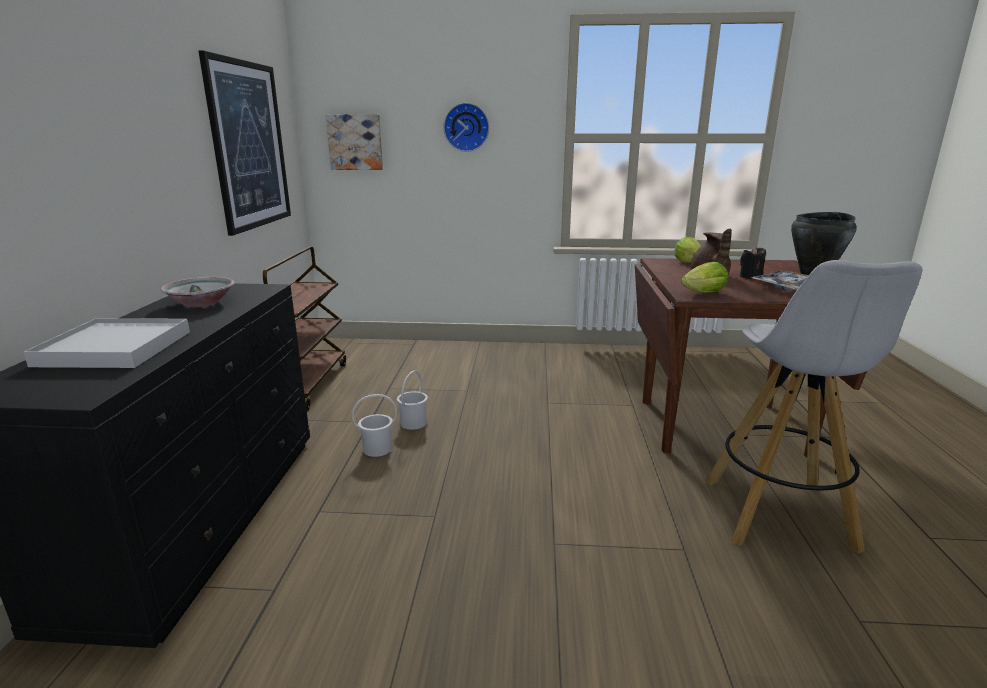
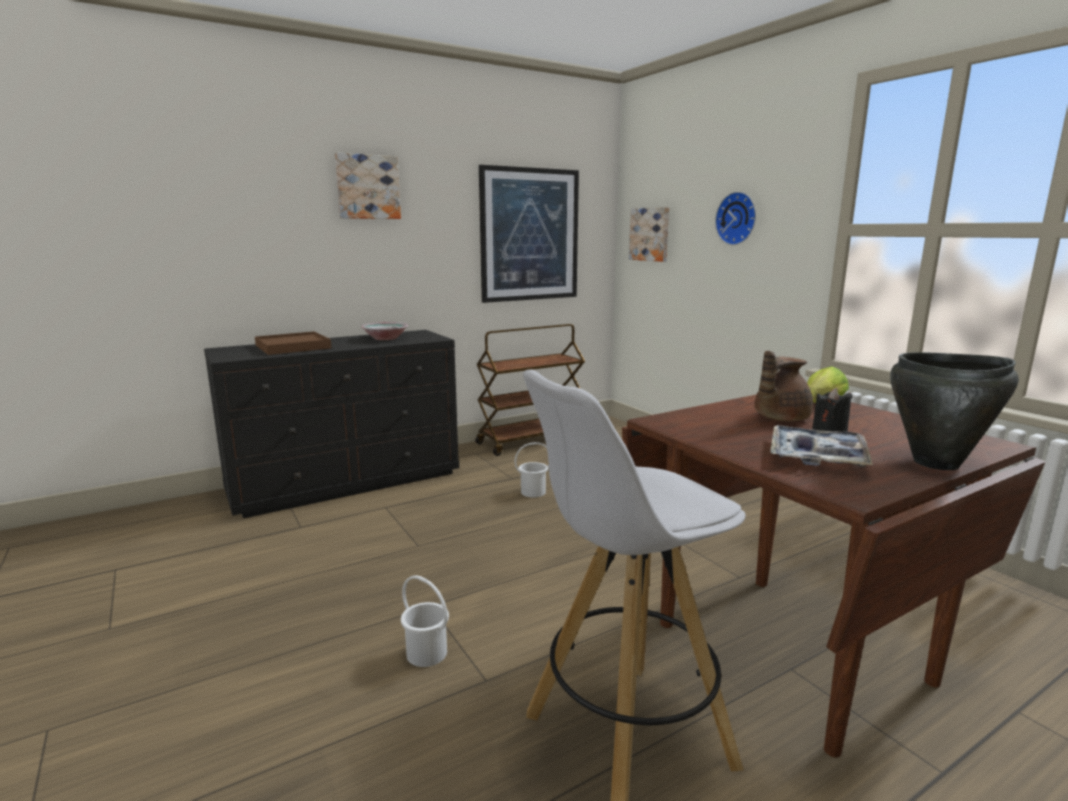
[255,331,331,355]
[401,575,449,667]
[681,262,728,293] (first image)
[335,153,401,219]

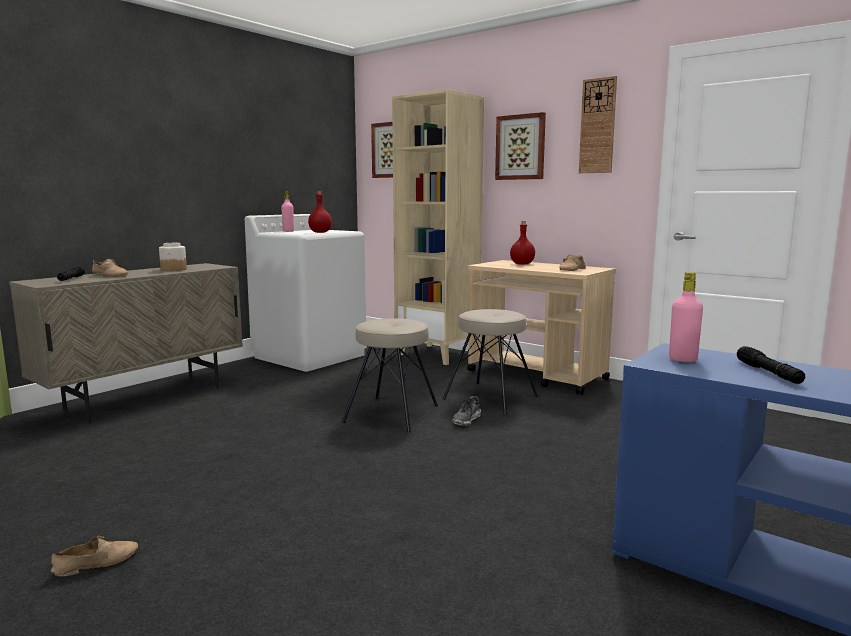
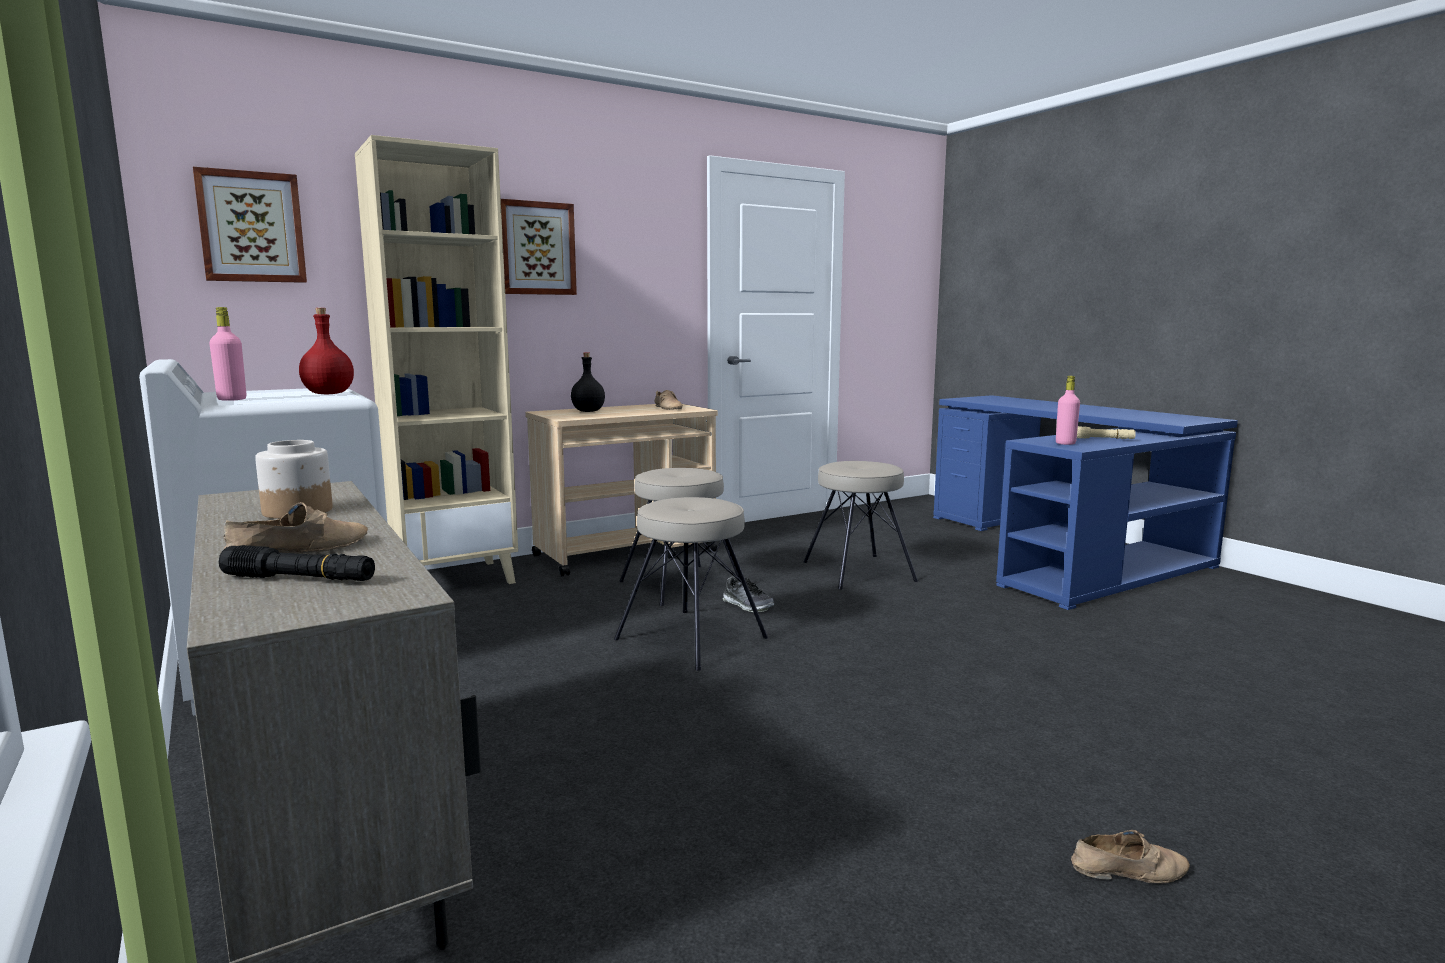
[1071,830,1190,883]
[571,352,605,412]
[579,76,617,173] (first image)
[1077,426,1136,439]
[803,461,918,589]

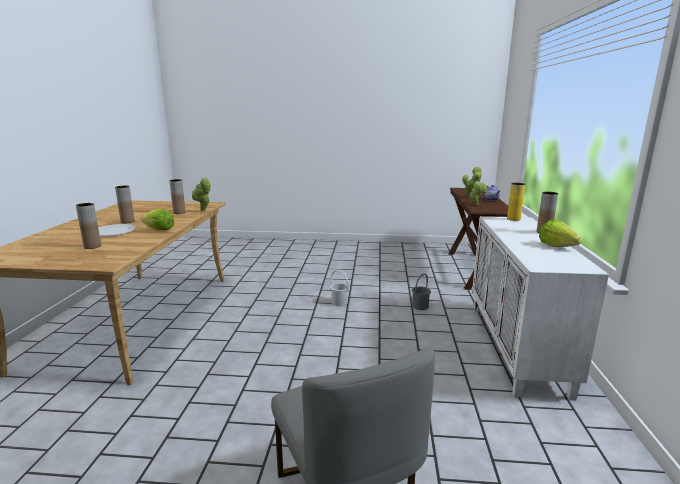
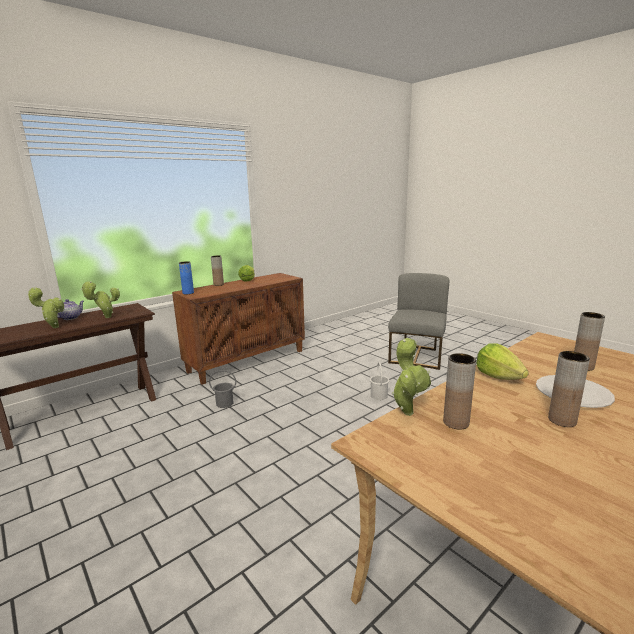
[370,362,390,400]
[172,273,305,385]
[179,261,194,294]

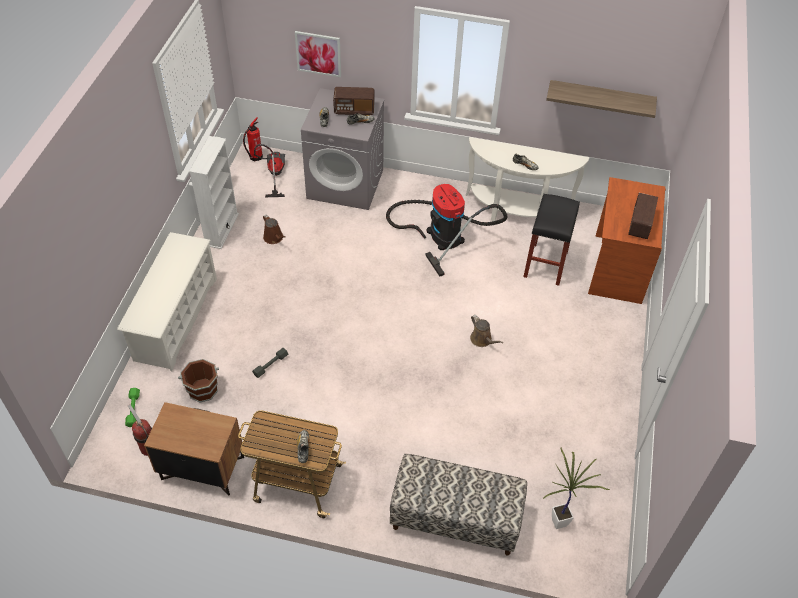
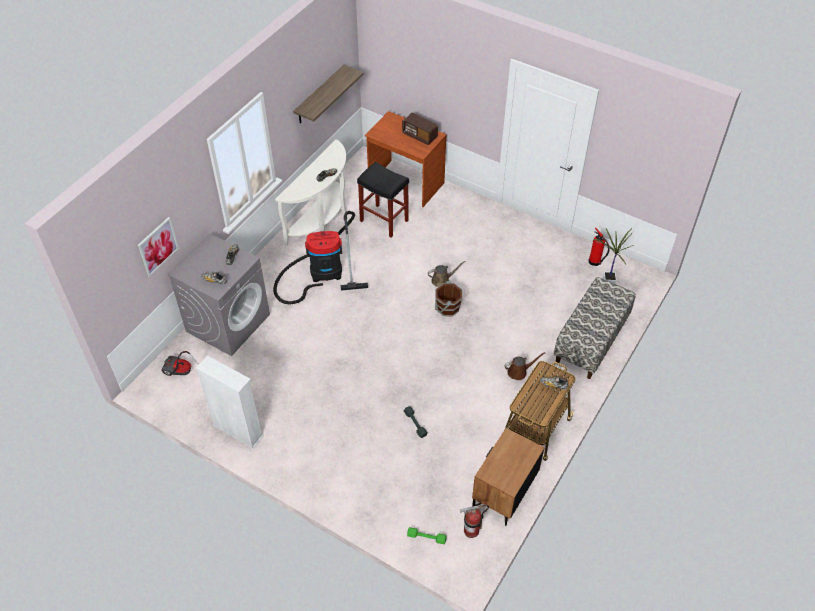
[117,232,217,371] (first image)
[435,281,463,316]
[589,228,610,266]
[504,352,545,380]
[333,87,375,115] (first image)

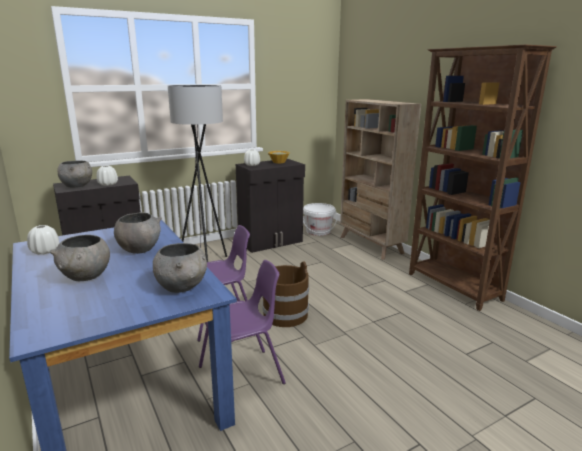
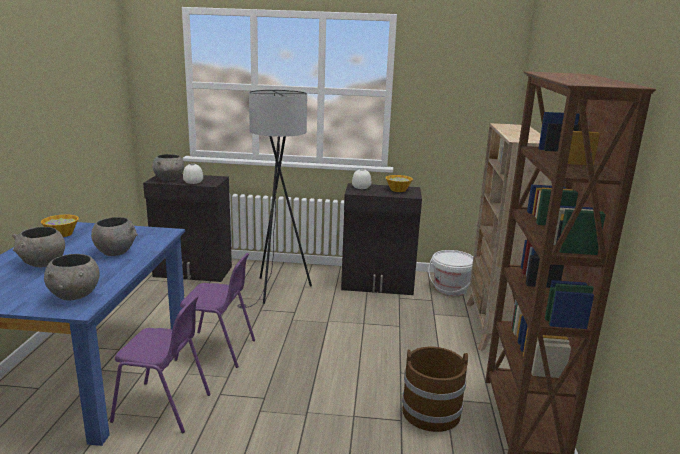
[41,214,79,237]
[402,347,468,432]

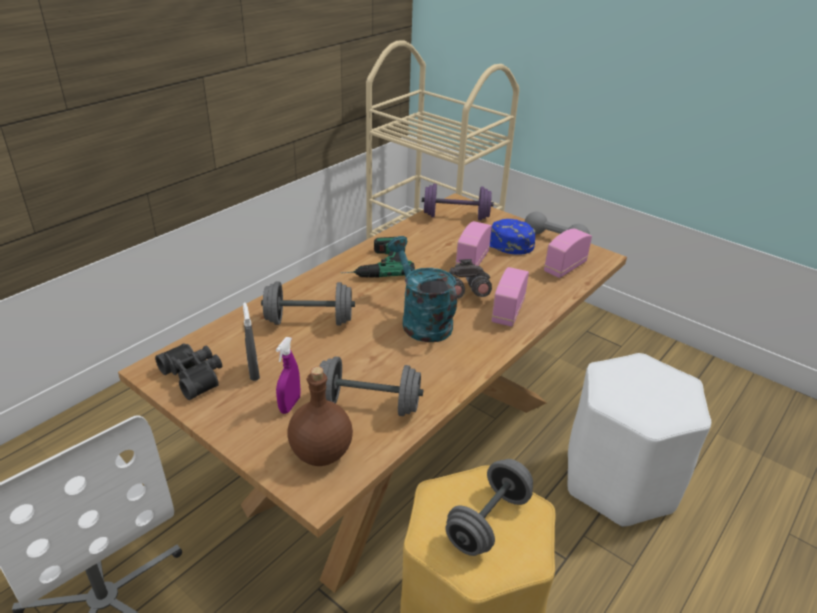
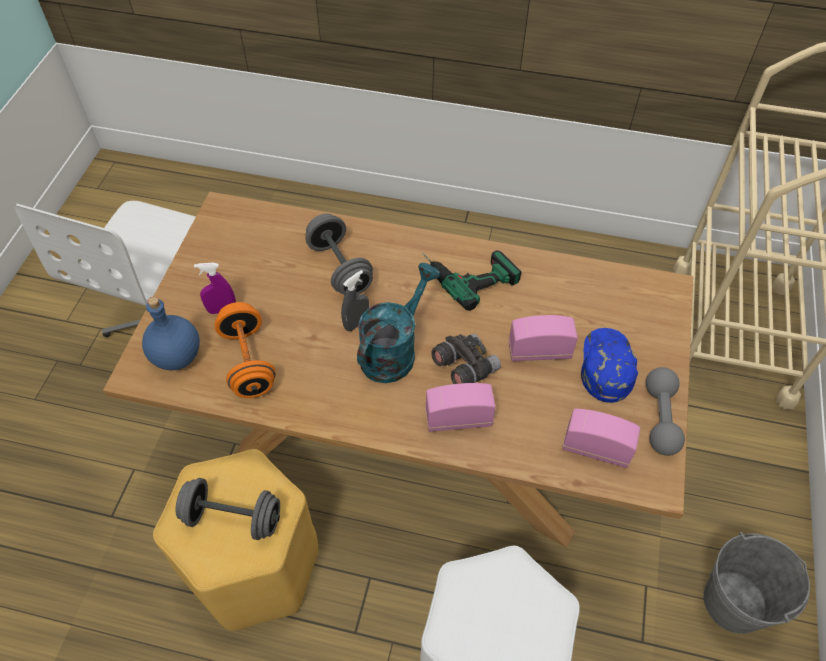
[155,343,222,400] (first image)
[341,270,369,331]
[142,296,200,370]
[214,302,276,398]
[422,184,494,220] (first image)
[703,532,810,634]

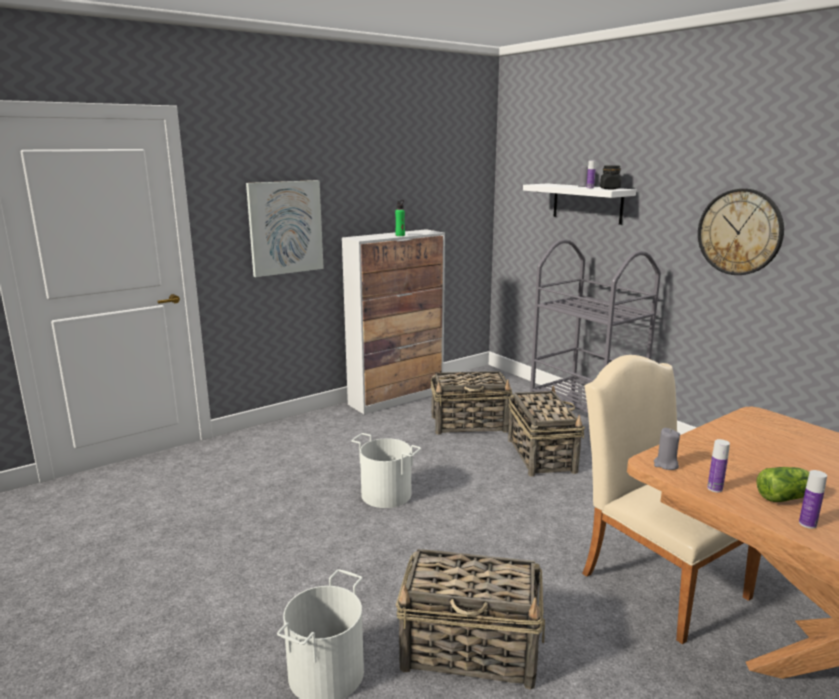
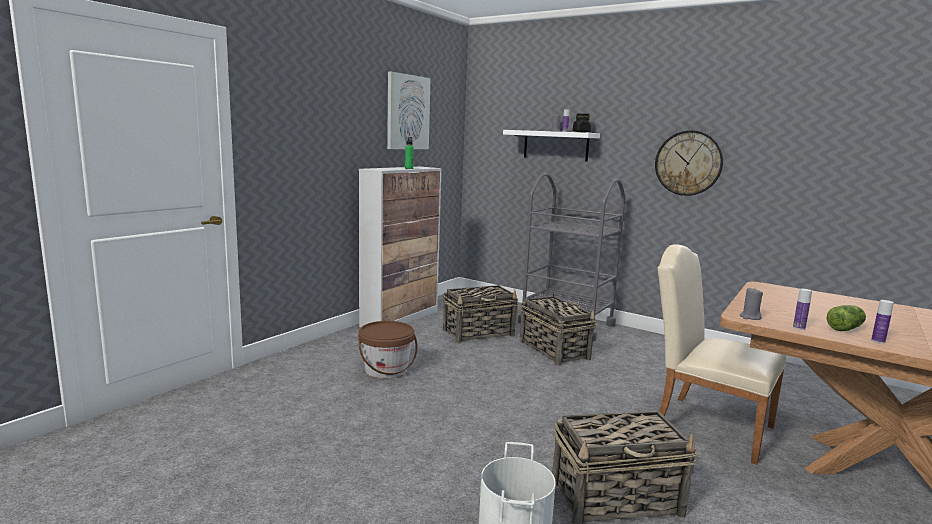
[387,72,431,149]
[351,433,421,508] (first image)
[358,321,418,379]

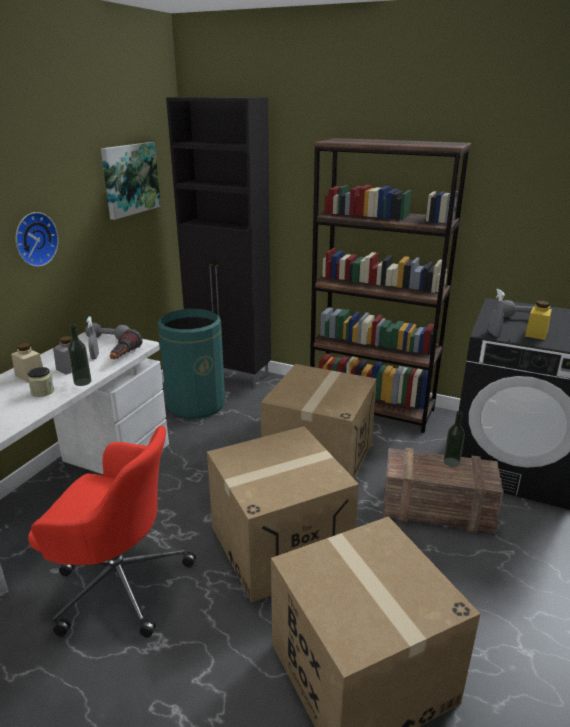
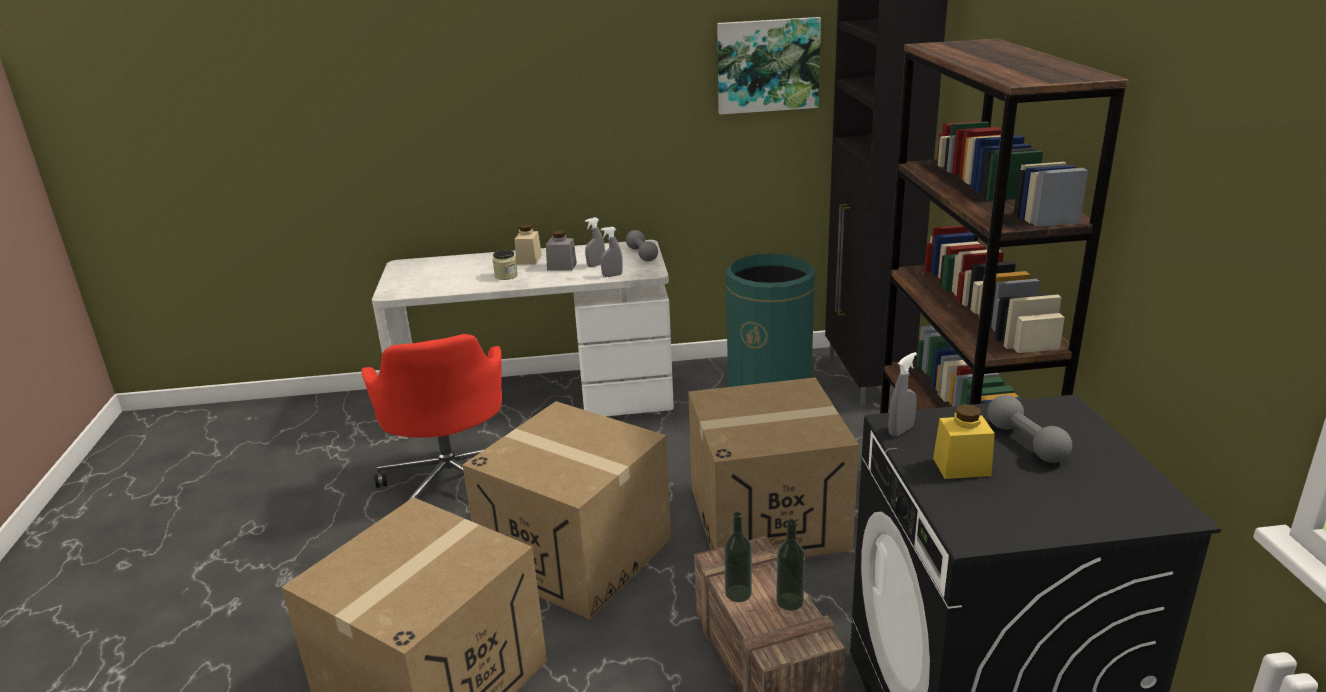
[15,212,59,267] (first image)
[724,512,752,602]
[600,227,623,277]

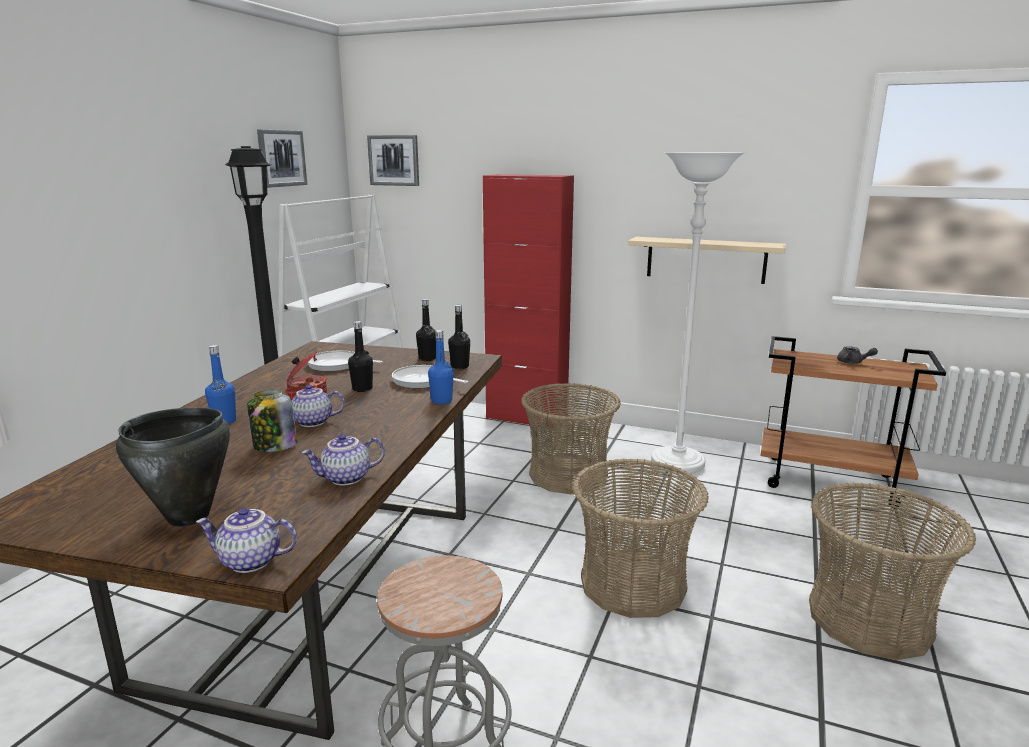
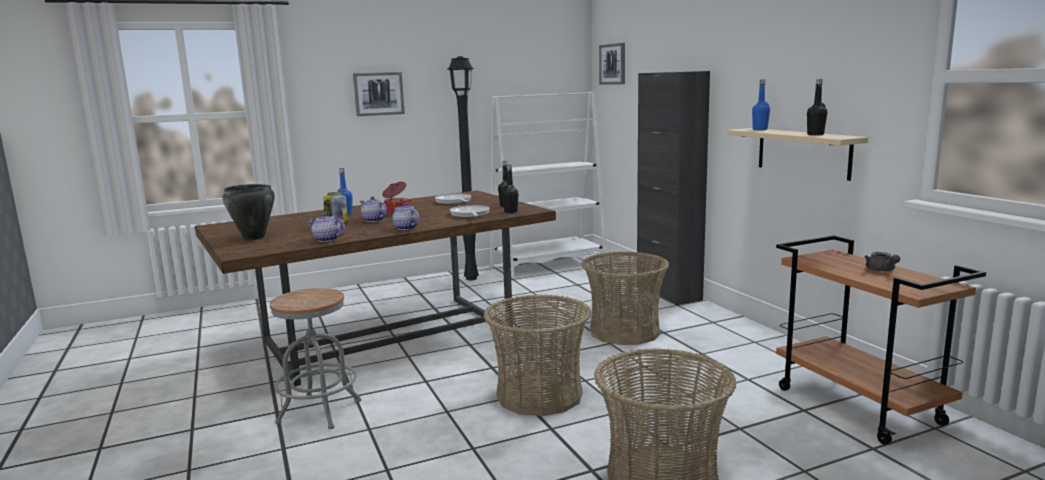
[393,203,419,230]
[353,72,405,116]
[807,79,828,136]
[752,79,770,130]
[637,71,710,305]
[651,152,745,474] (first image)

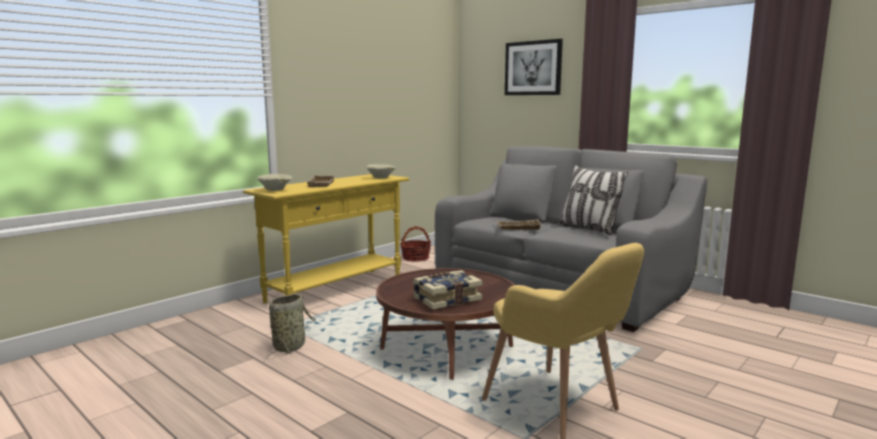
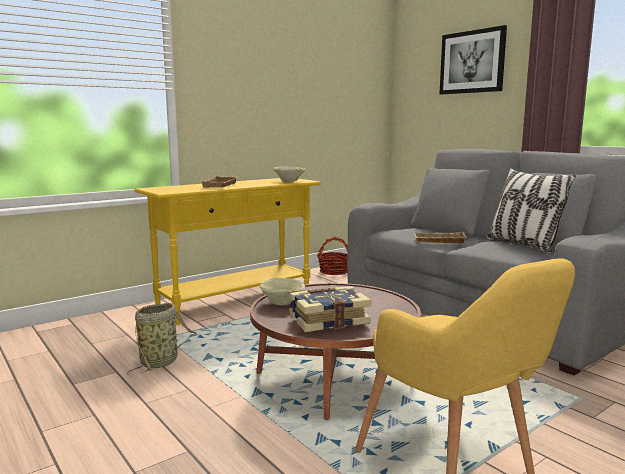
[259,278,305,306]

